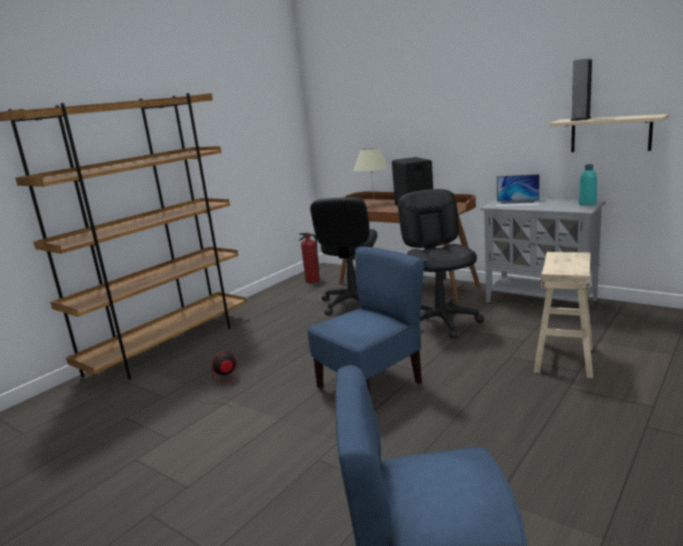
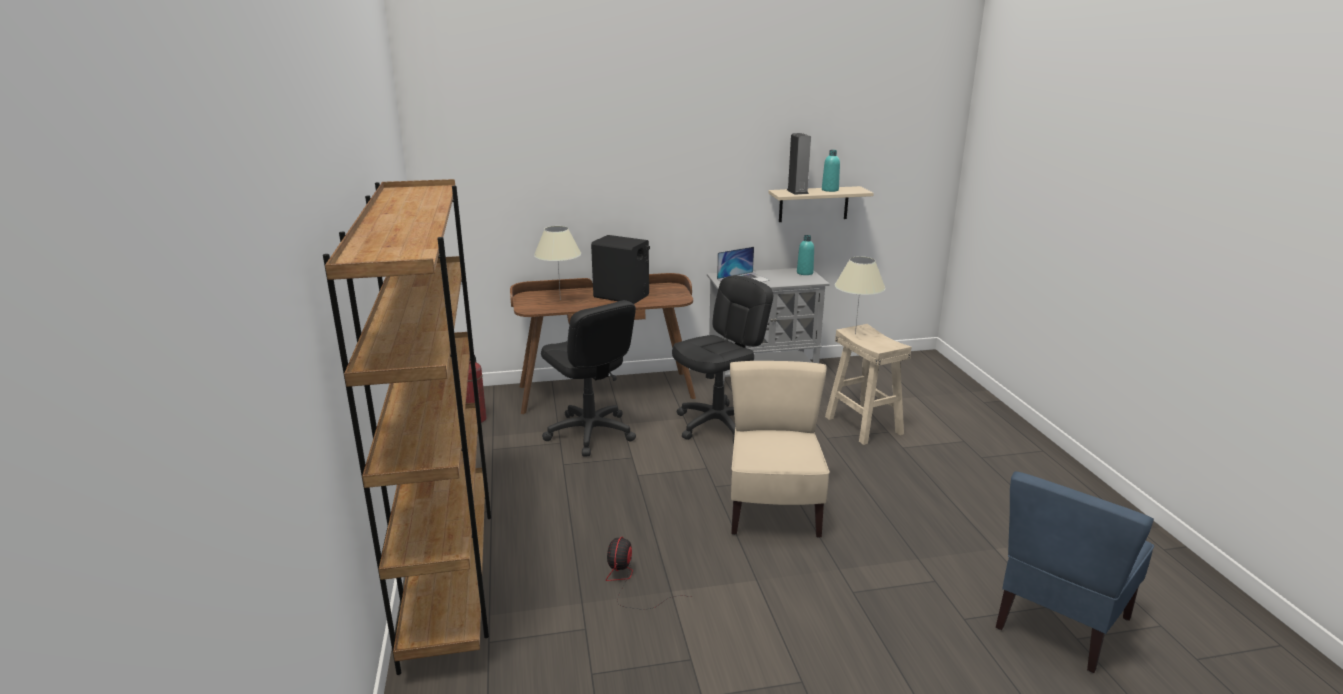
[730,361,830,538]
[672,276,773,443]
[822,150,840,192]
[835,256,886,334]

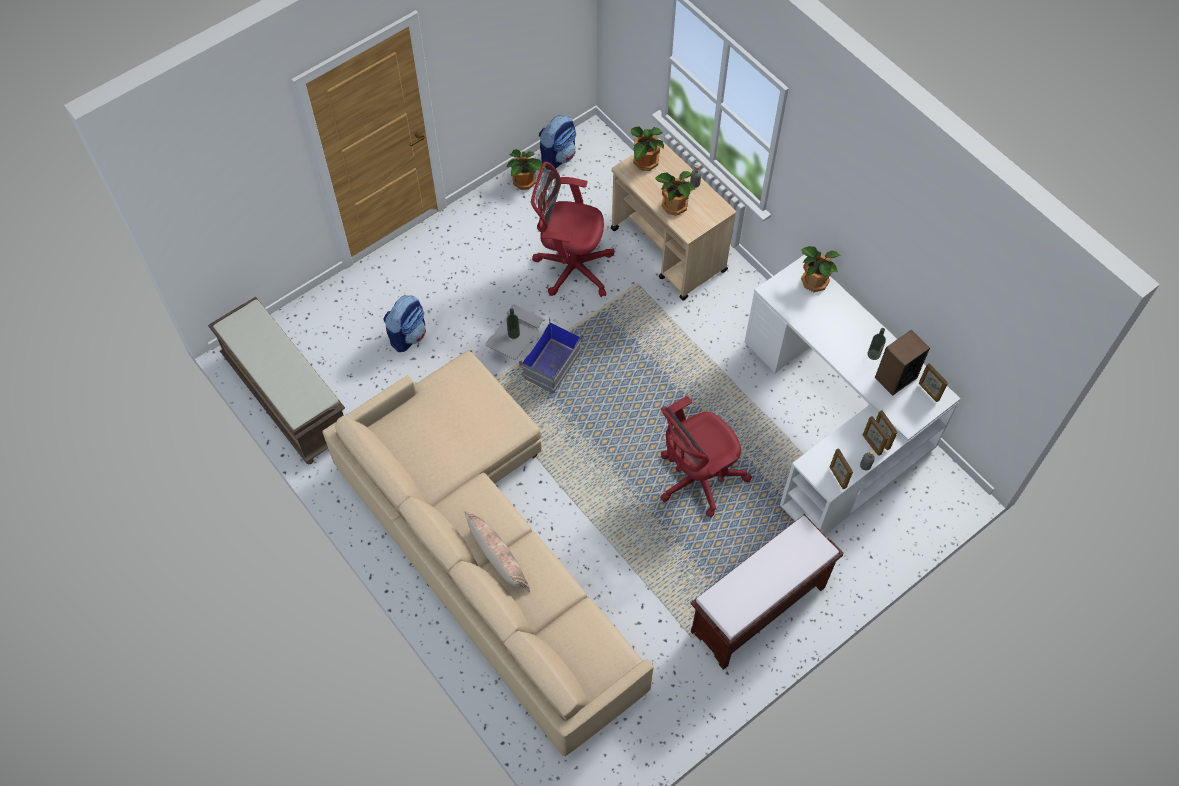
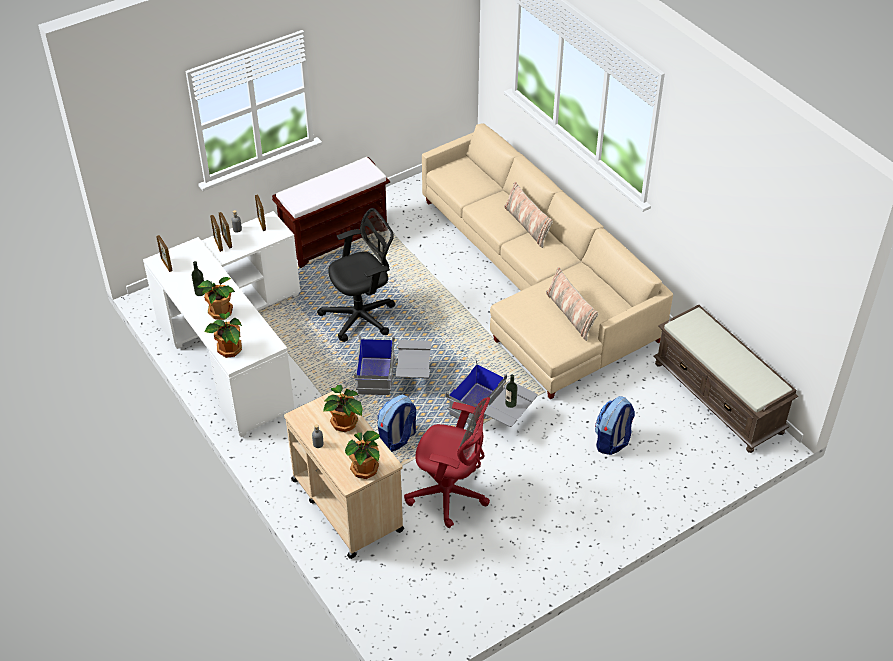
[198,277,235,320]
[377,395,416,452]
[317,208,395,342]
[875,330,930,396] (first image)
[354,335,431,395]
[546,267,598,341]

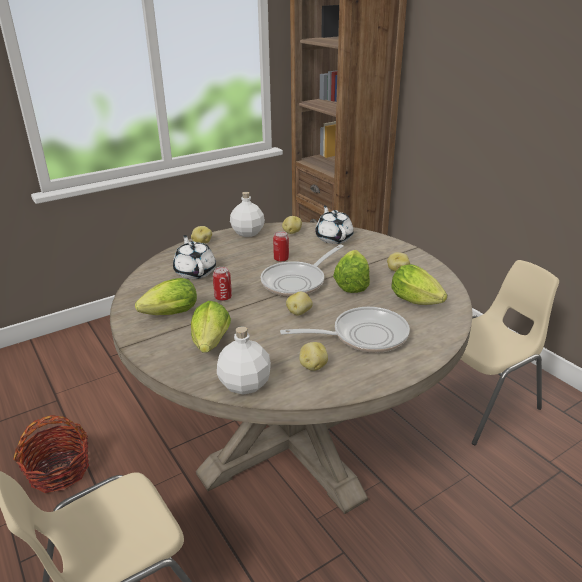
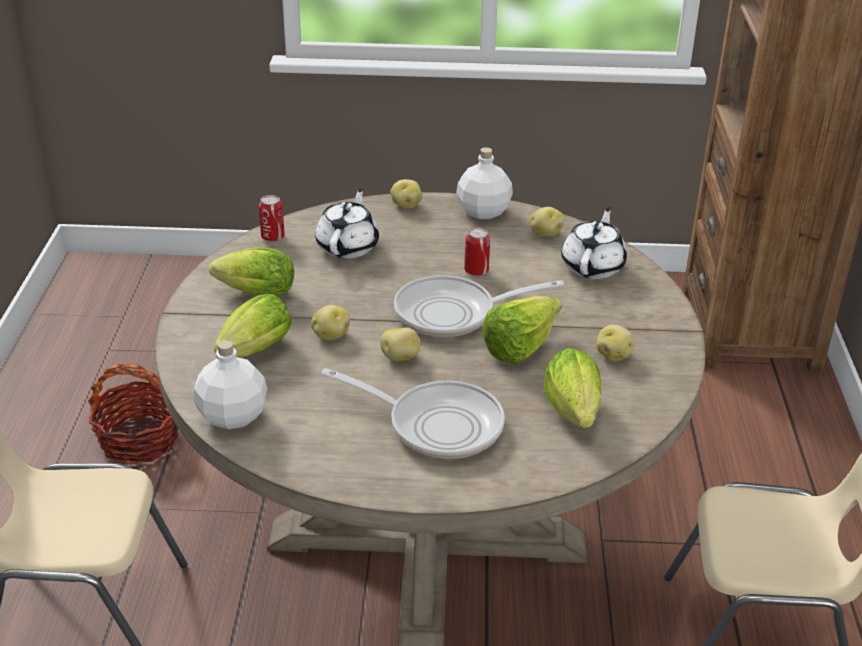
[259,195,285,242]
[311,305,350,340]

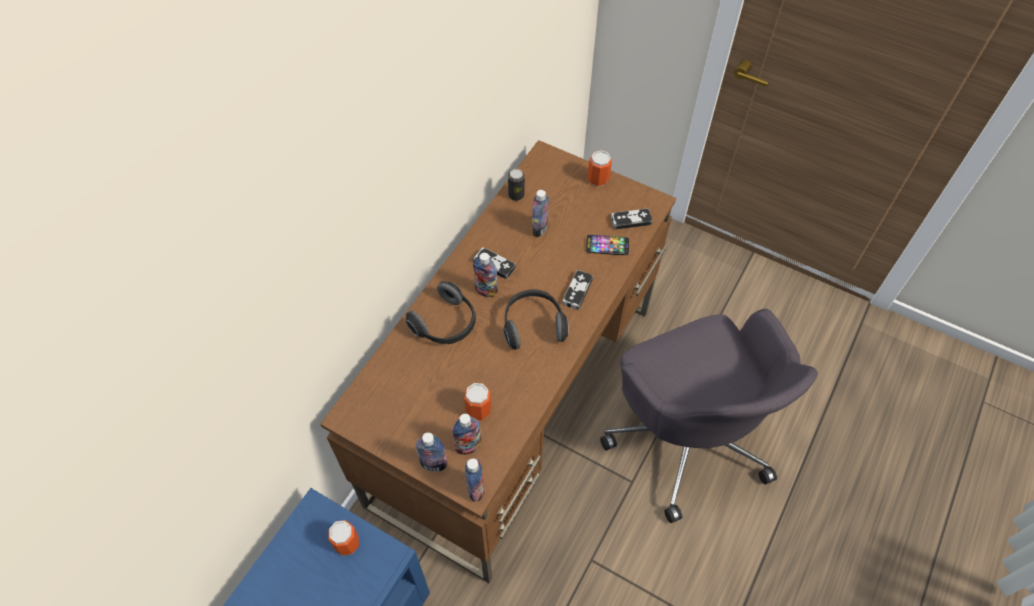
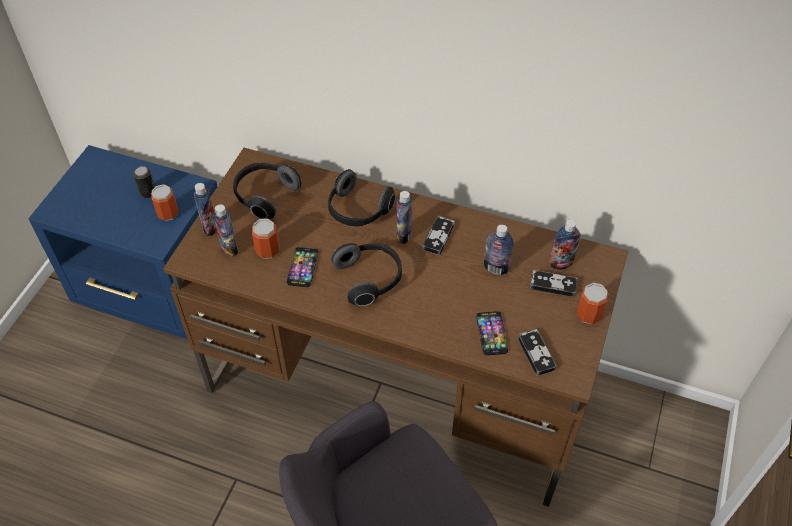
[549,219,581,270]
[133,166,155,198]
[530,270,577,297]
[233,163,301,219]
[287,247,318,287]

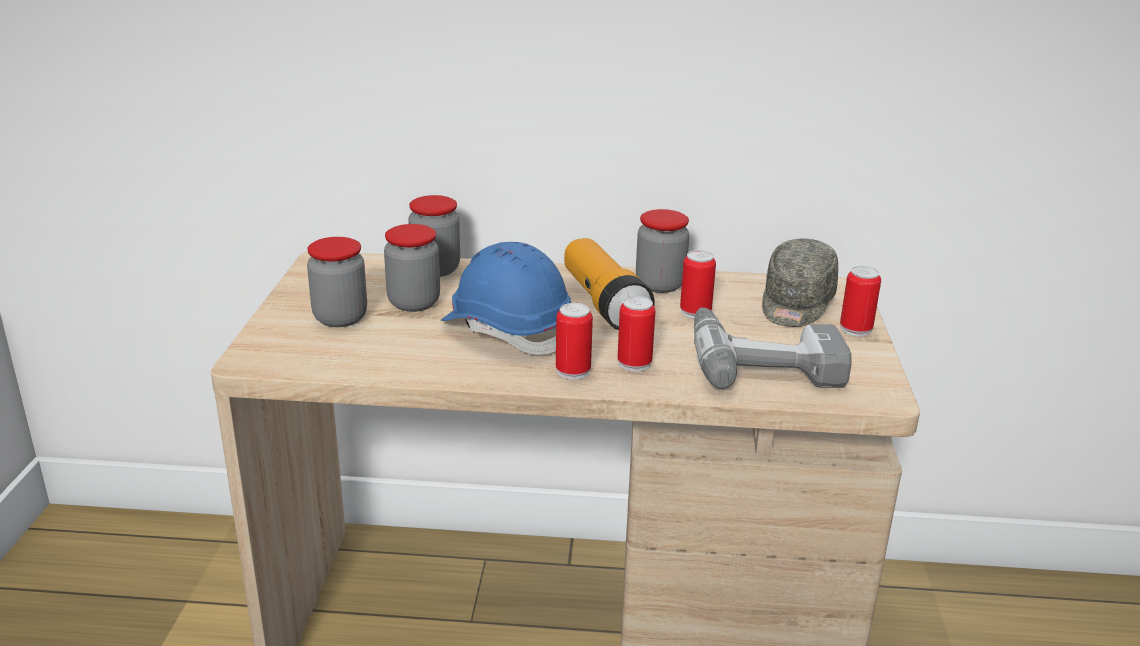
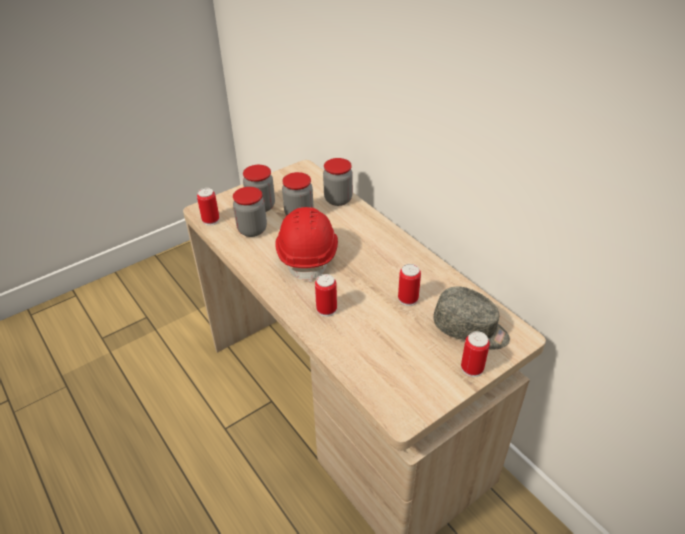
[275,207,338,282]
[197,188,219,226]
[564,238,655,330] (first image)
[233,187,267,237]
[694,307,852,389] (first image)
[434,286,510,350]

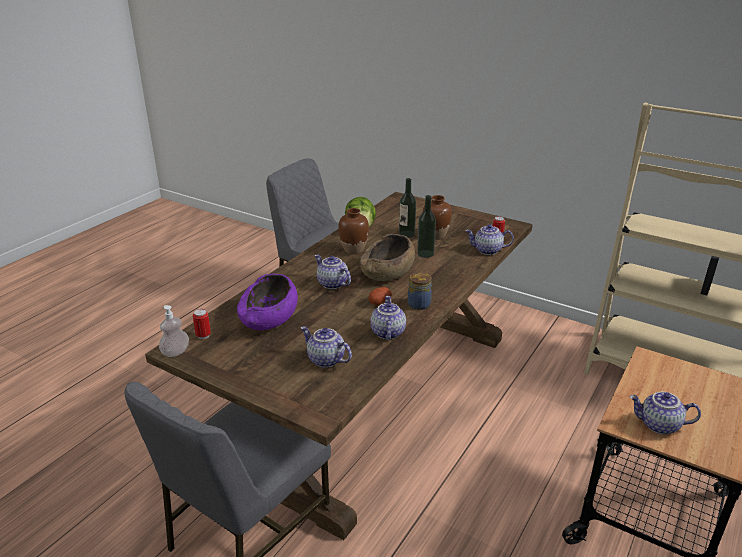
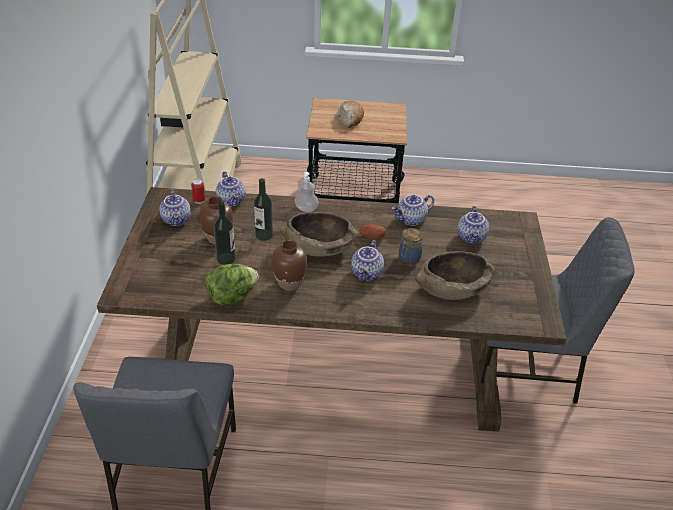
[294,172,319,212]
[193,309,211,339] (first image)
[415,251,495,300]
[399,228,423,264]
[159,189,191,227]
[337,101,364,128]

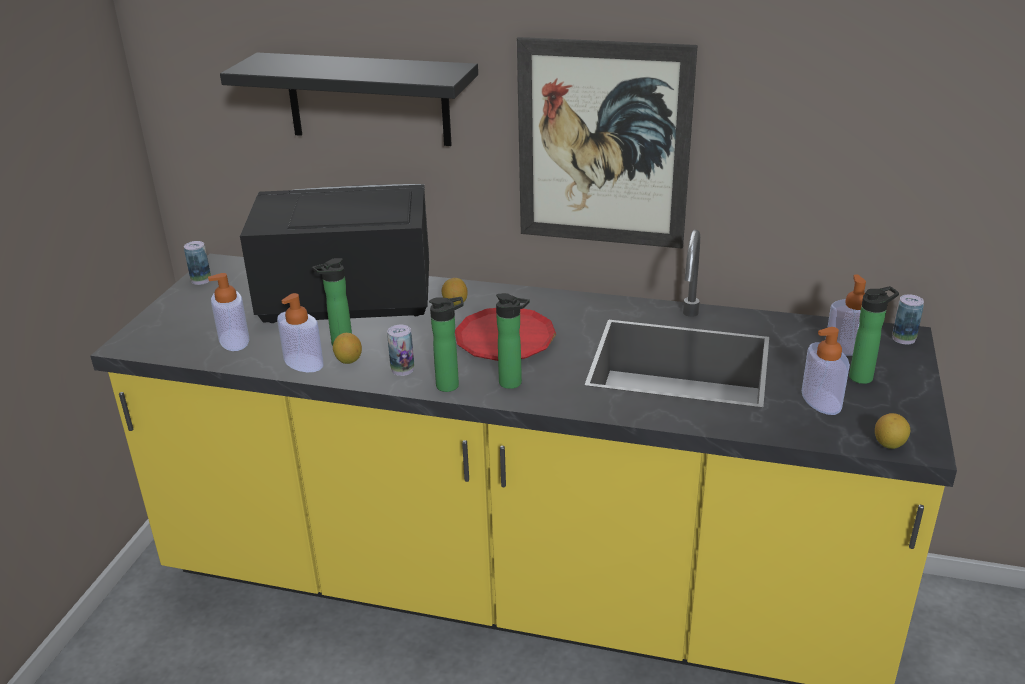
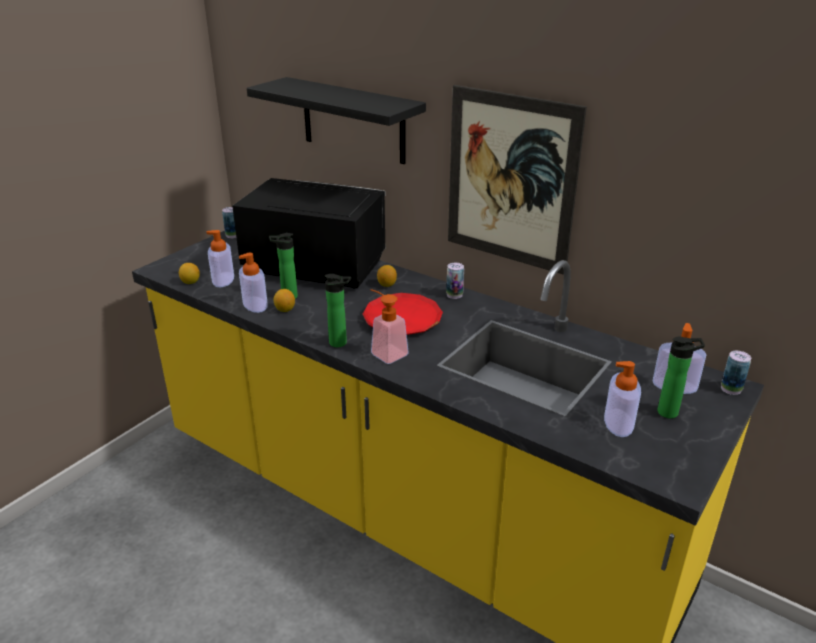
[446,263,464,299]
[370,289,409,364]
[179,263,200,284]

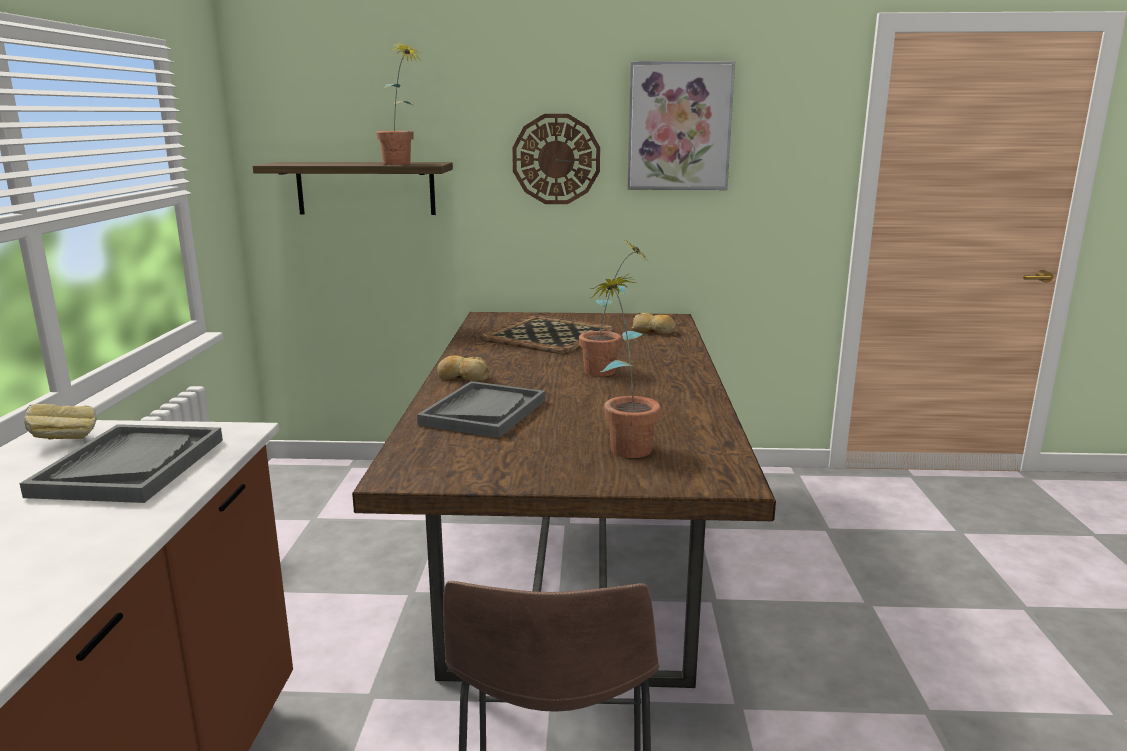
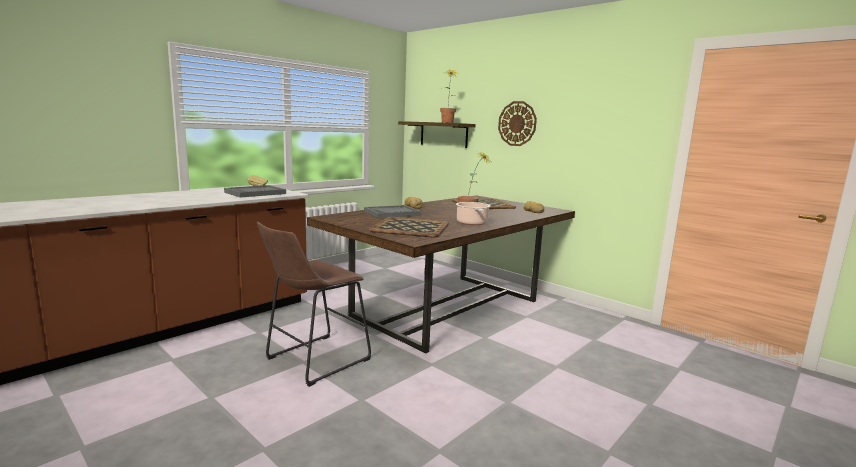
[369,217,449,237]
[628,61,735,190] (first image)
[456,202,491,225]

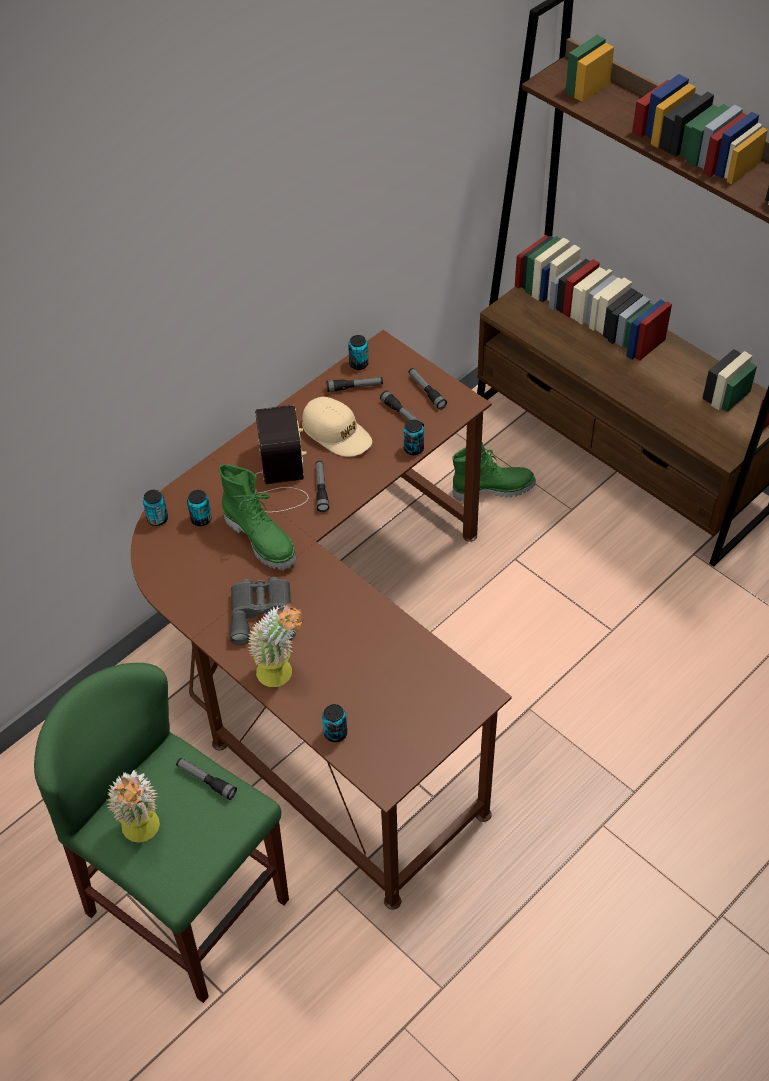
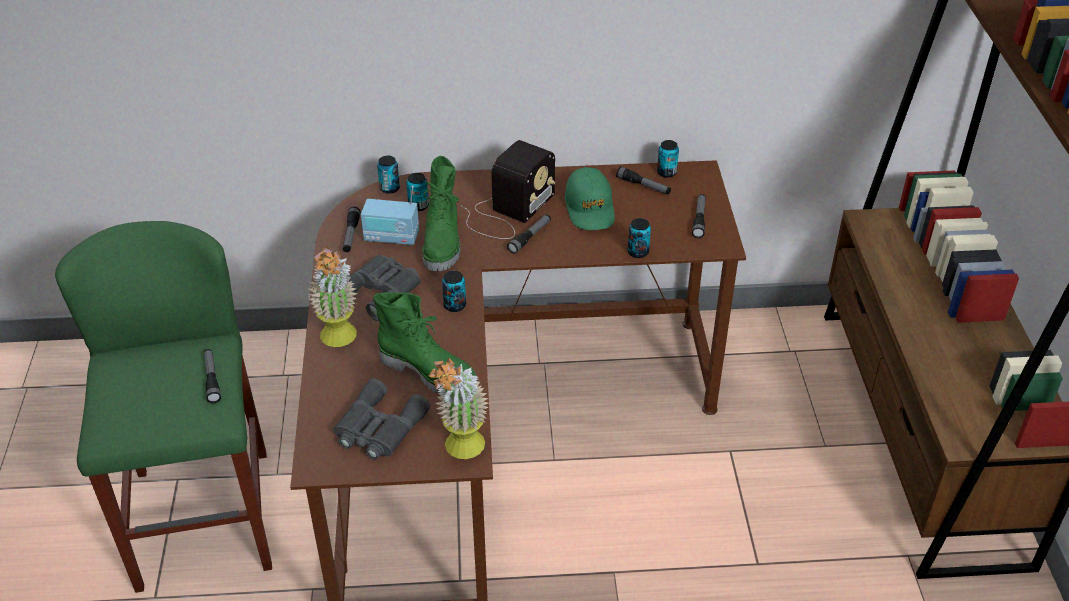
[429,358,489,459]
[565,167,615,230]
[442,271,466,312]
[343,207,361,252]
[373,292,477,393]
[333,378,430,460]
[361,186,419,245]

